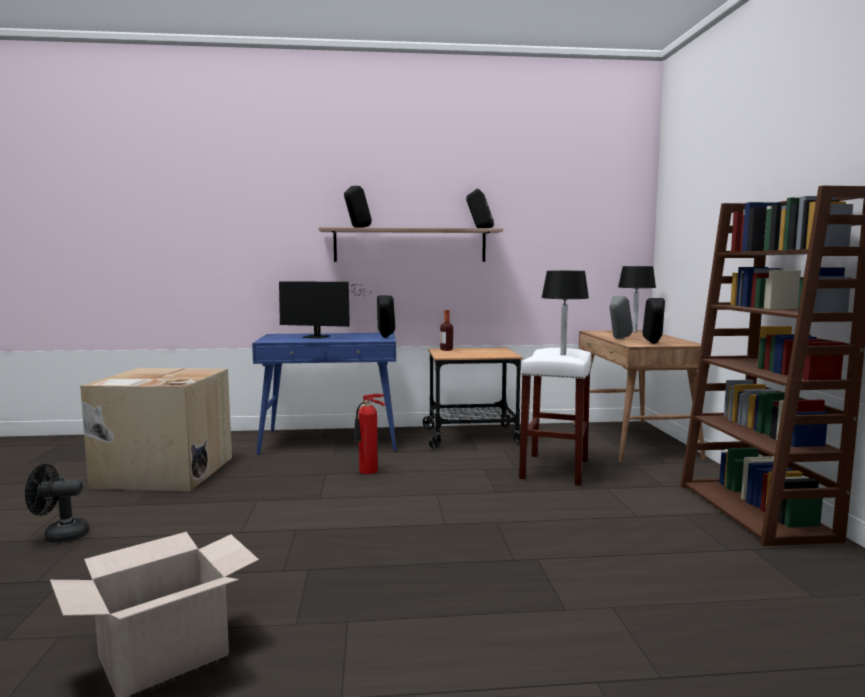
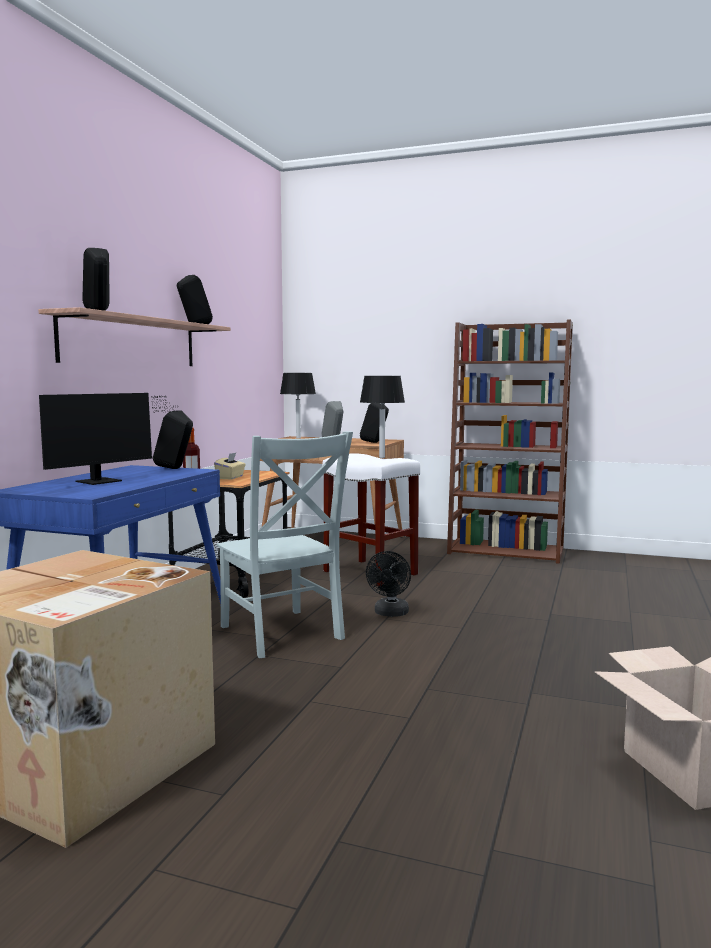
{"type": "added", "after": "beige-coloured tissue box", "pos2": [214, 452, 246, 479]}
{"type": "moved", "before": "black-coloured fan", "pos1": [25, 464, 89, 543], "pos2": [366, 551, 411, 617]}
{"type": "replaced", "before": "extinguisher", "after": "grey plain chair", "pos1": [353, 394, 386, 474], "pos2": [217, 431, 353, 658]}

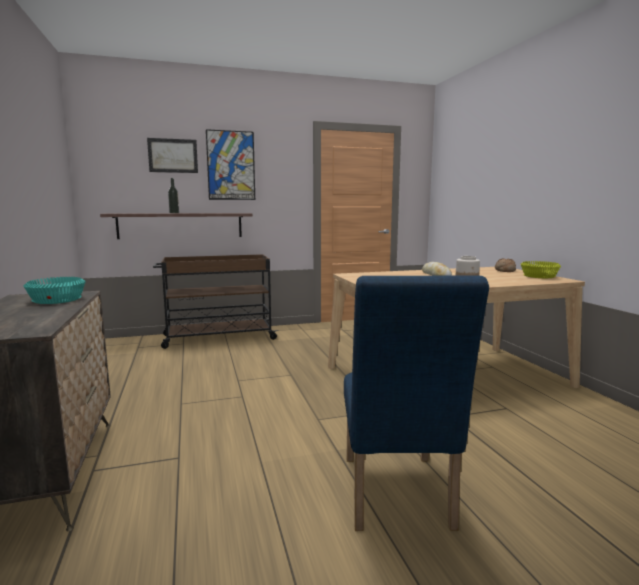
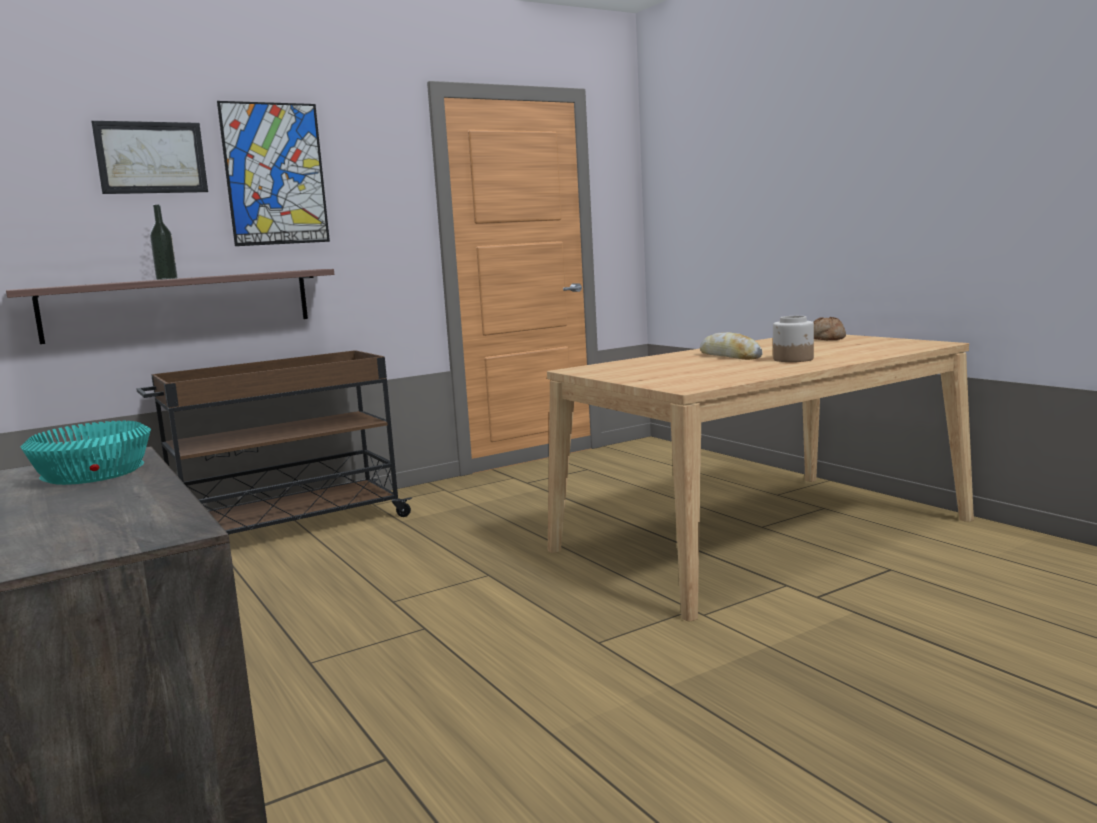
{"type": "removed", "before": "blue plain chair", "pos1": [344, 276, 489, 531]}
{"type": "removed", "before": "yellowish bowl", "pos1": [521, 261, 561, 278]}

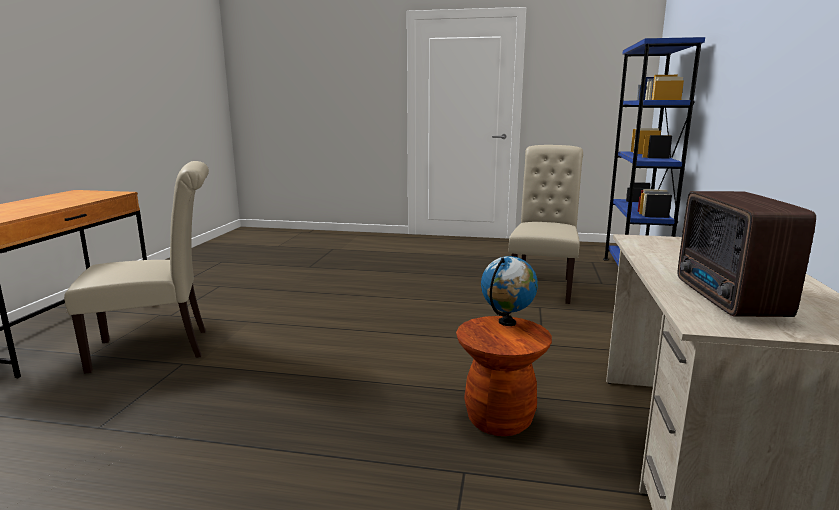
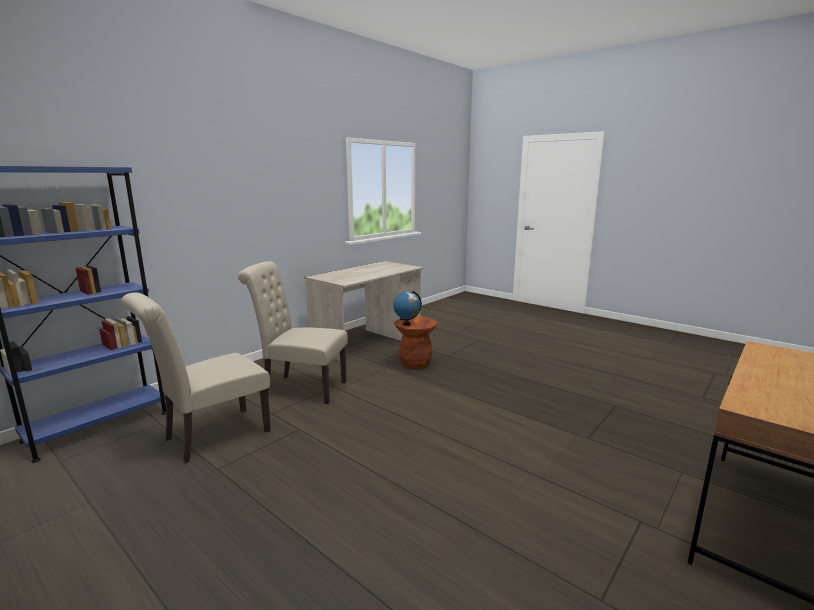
{"type": "removed", "before": "radio set", "pos1": [677, 191, 816, 317]}
{"type": "moved", "before": "beige-coloured plain chair", "pos1": [64, 161, 209, 374], "pos2": [238, 262, 348, 404]}

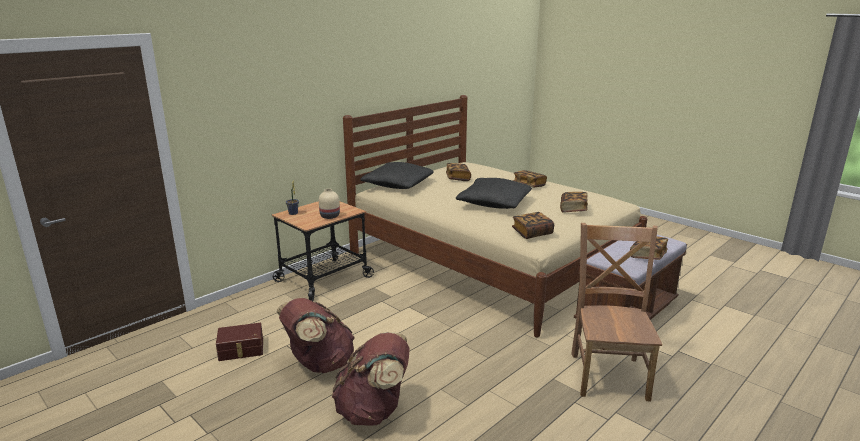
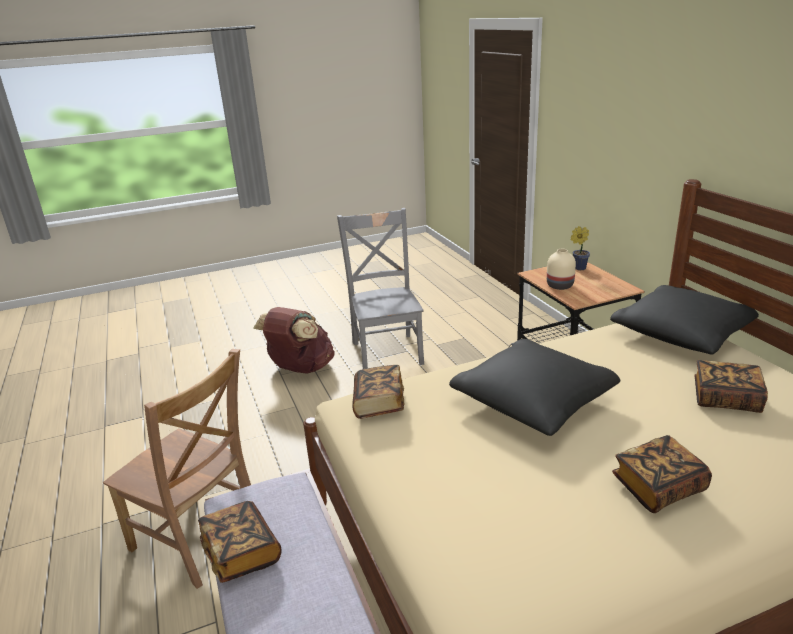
{"type": "removed", "before": "brown storage bin", "pos1": [216, 323, 263, 361]}
{"type": "removed", "before": "volume", "pos1": [560, 192, 588, 212]}
{"type": "replaced", "before": "brown knapsack", "after": "grey plain chair", "pos1": [277, 298, 355, 373], "pos2": [337, 208, 424, 369]}

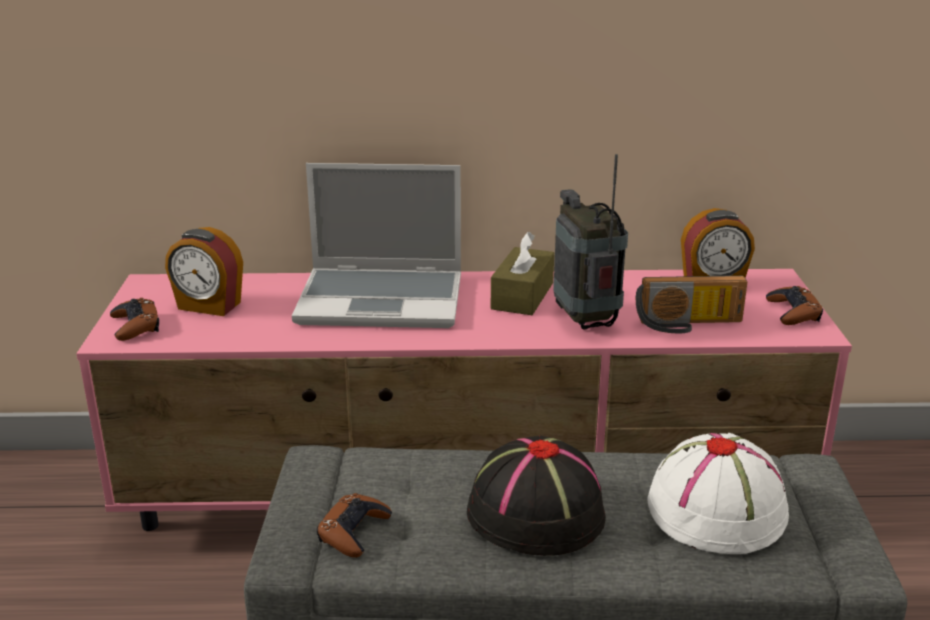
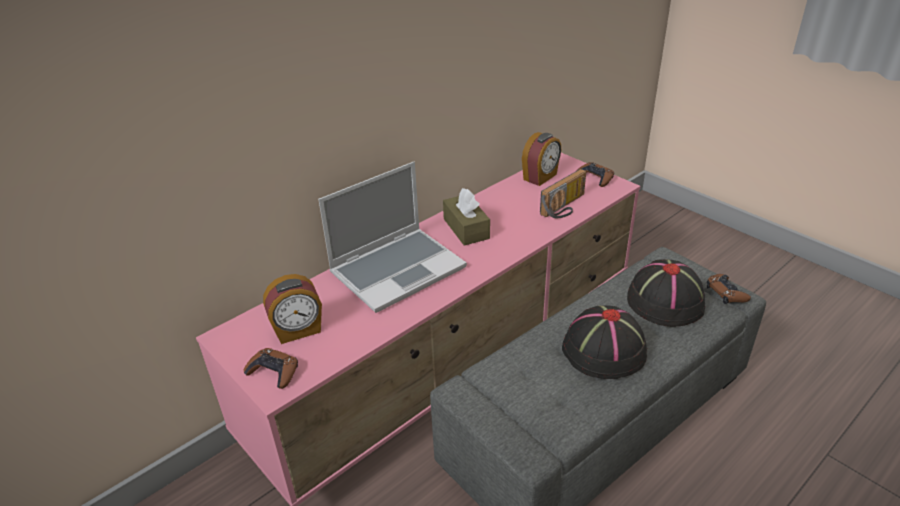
{"type": "removed", "before": "radio set", "pos1": [553, 154, 628, 329]}
{"type": "moved", "before": "brown joypad", "pos1": [317, 493, 392, 558], "pos2": [707, 274, 751, 304]}
{"type": "recoloured", "before": "white-coloured clothing hat", "after": "black-coloured clothing hat", "pos1": [647, 433, 789, 554], "pos2": [627, 259, 705, 327]}

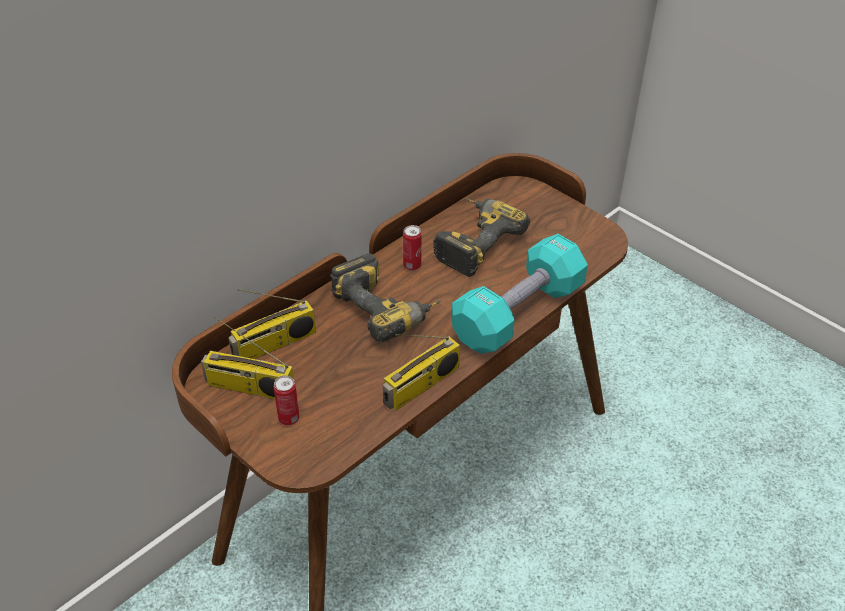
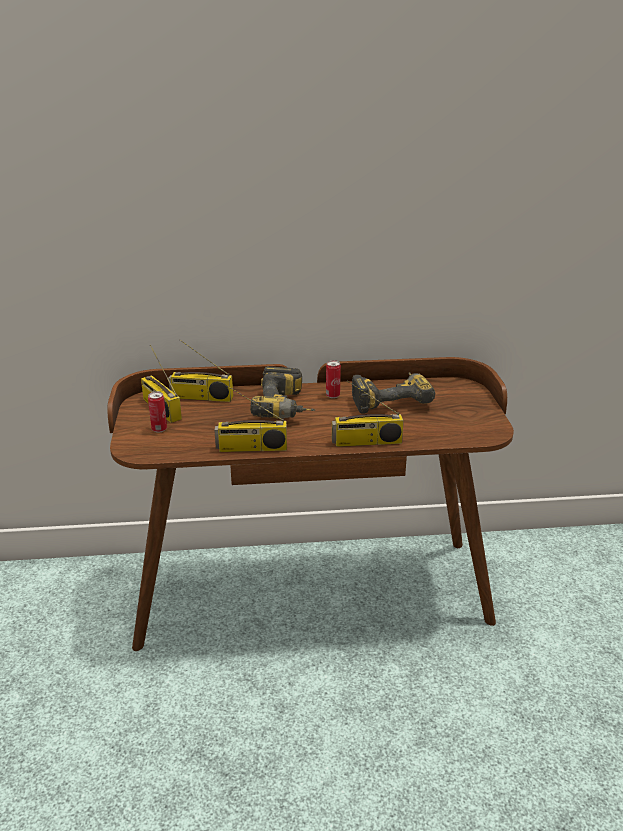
{"type": "replaced", "before": "blue-green hand weight", "after": "radio set", "pos1": [451, 234, 588, 354], "pos2": [332, 381, 404, 447]}

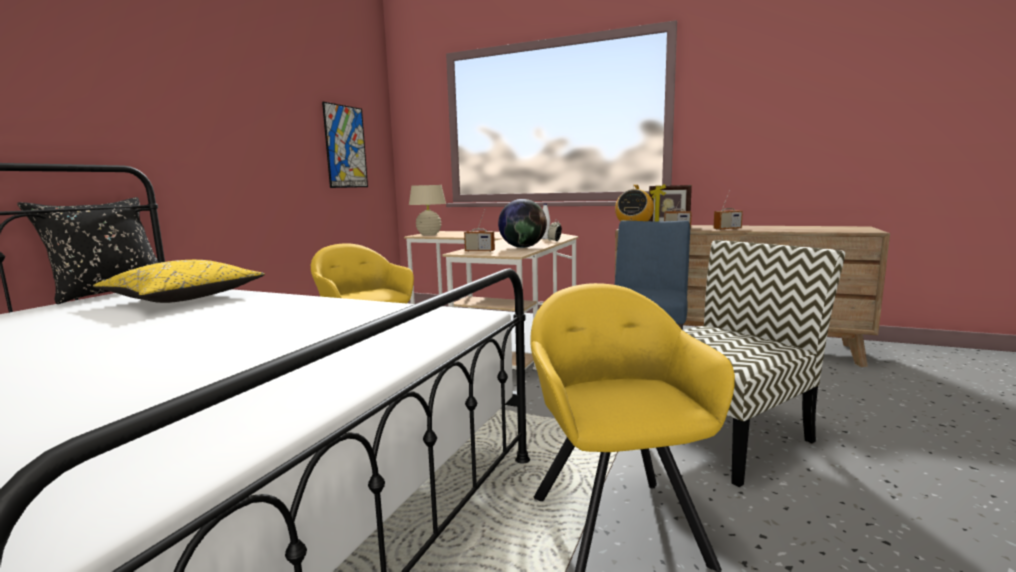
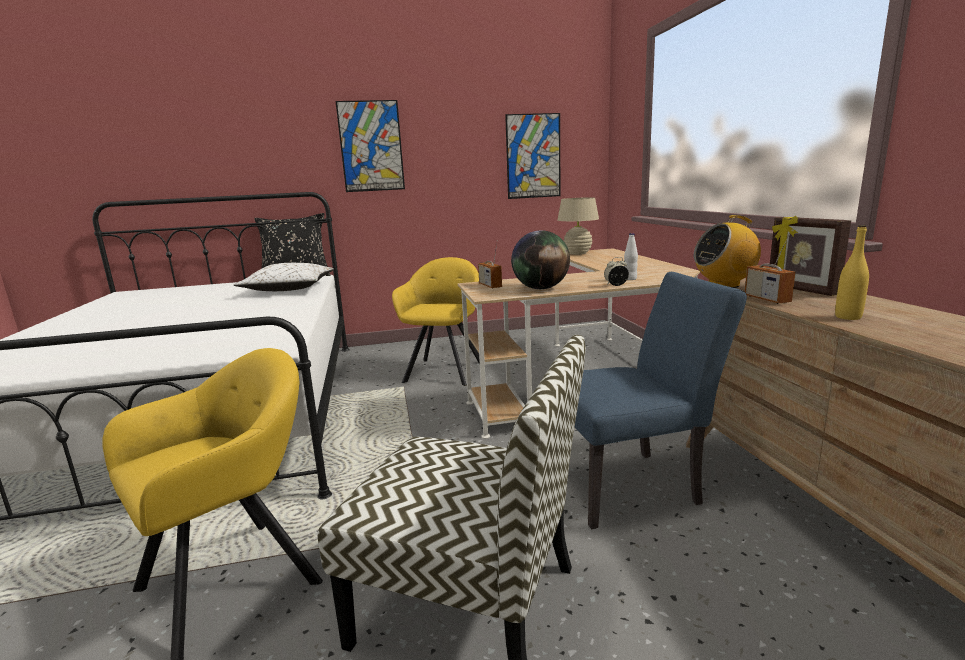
{"type": "added", "after": "wall picture", "pos2": [335, 100, 405, 192]}
{"type": "replaced", "before": "radio set", "after": "yellowish bottle", "pos1": [713, 190, 743, 230], "pos2": [835, 225, 869, 320]}
{"type": "recoloured", "before": "yellowish pillow", "after": "white-coloured pillow", "pos1": [93, 260, 265, 303], "pos2": [234, 263, 334, 291]}

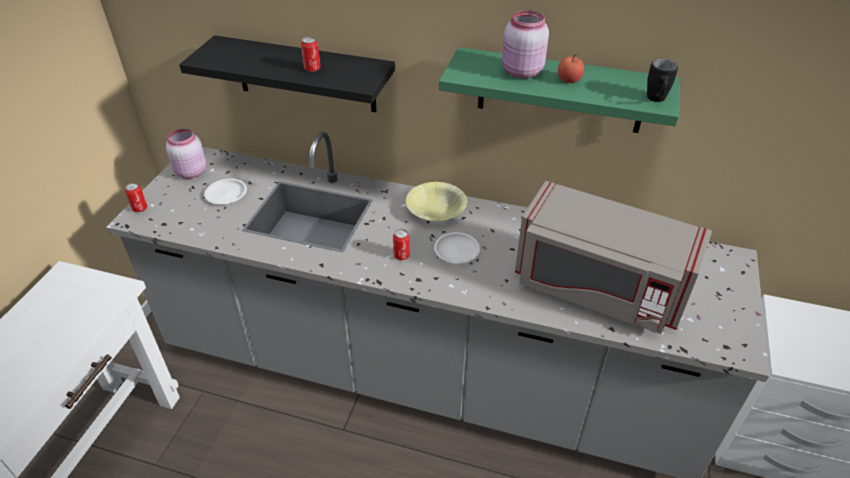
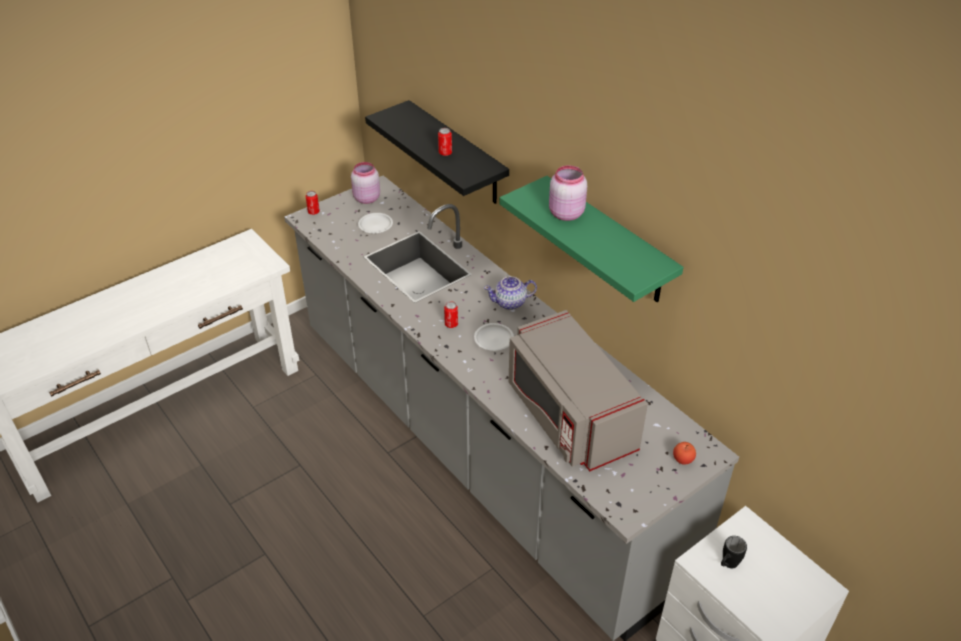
{"type": "moved", "before": "apple", "pos1": [558, 54, 584, 83], "pos2": [673, 442, 696, 465]}
{"type": "moved", "before": "black-coloured mug", "pos1": [647, 59, 678, 102], "pos2": [721, 536, 747, 569]}
{"type": "replaced", "before": "yellowish bowl", "after": "tea pot", "pos1": [406, 182, 467, 221], "pos2": [484, 276, 537, 310]}

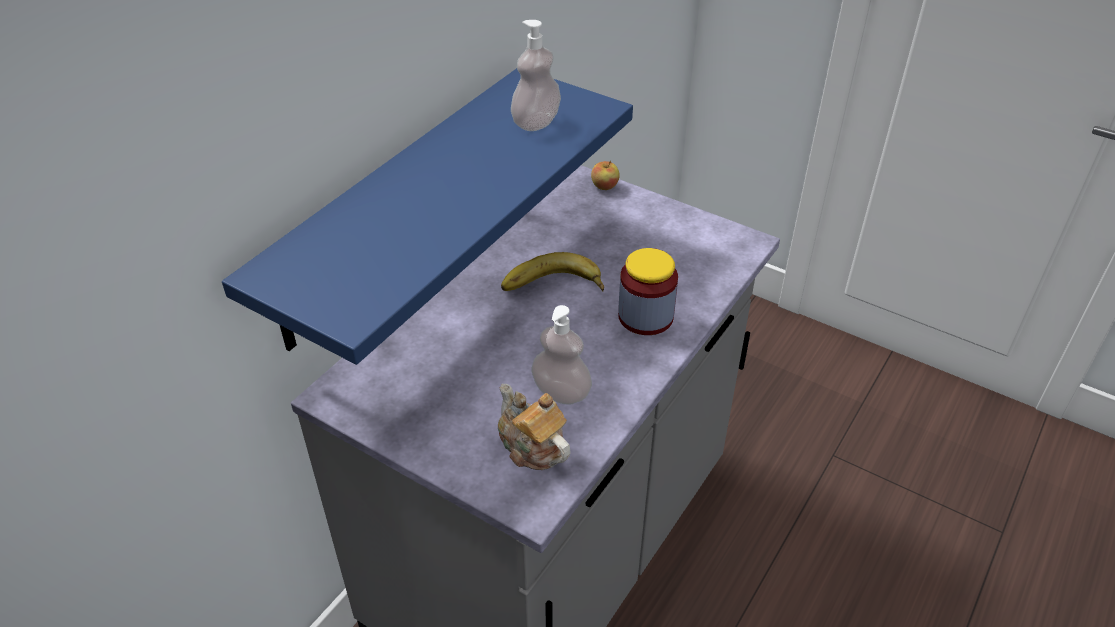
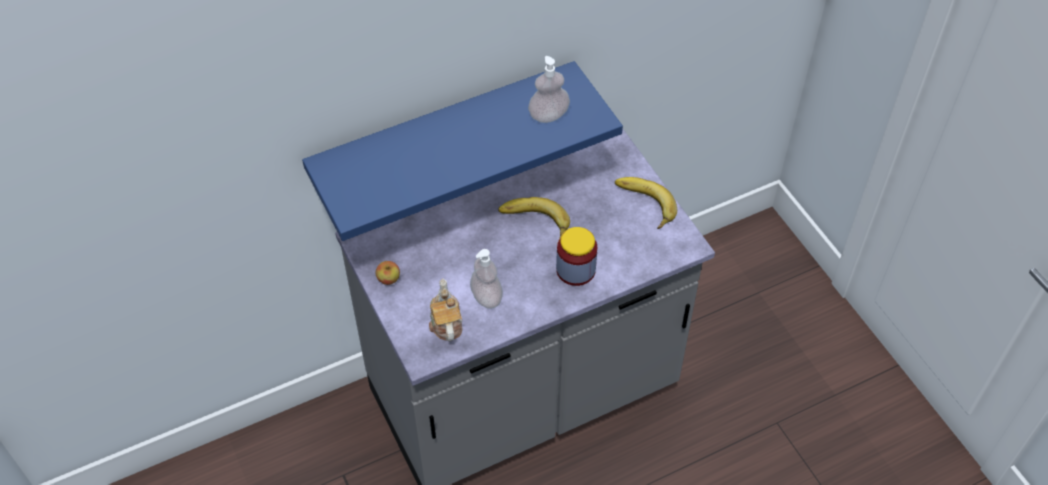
{"type": "added", "after": "banana fruit", "pos2": [615, 177, 677, 229]}
{"type": "moved", "before": "apple", "pos1": [591, 161, 620, 190], "pos2": [375, 261, 400, 285]}

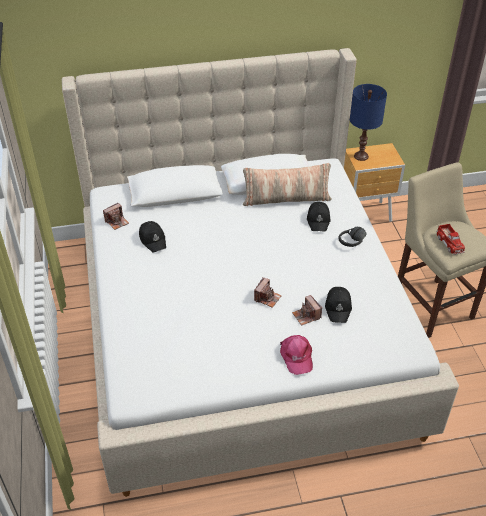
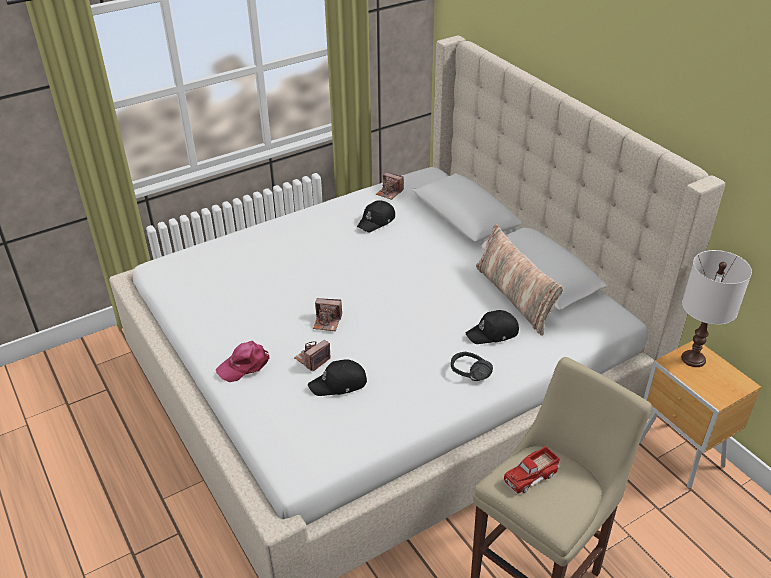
{"type": "recoloured", "before": "blue tabletop lamp", "after": "white-coloured tabletop lamp", "pos1": [350, 84, 387, 161], "pos2": [681, 250, 752, 367]}

